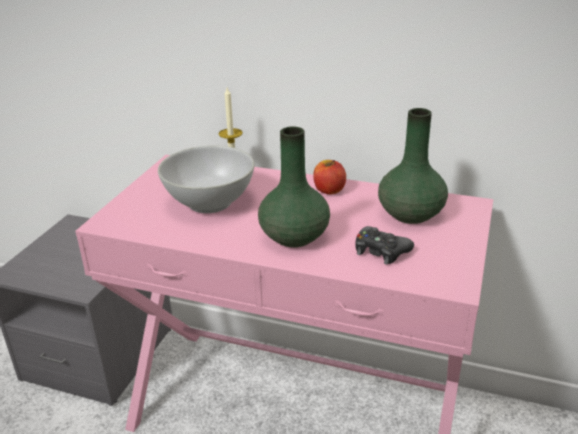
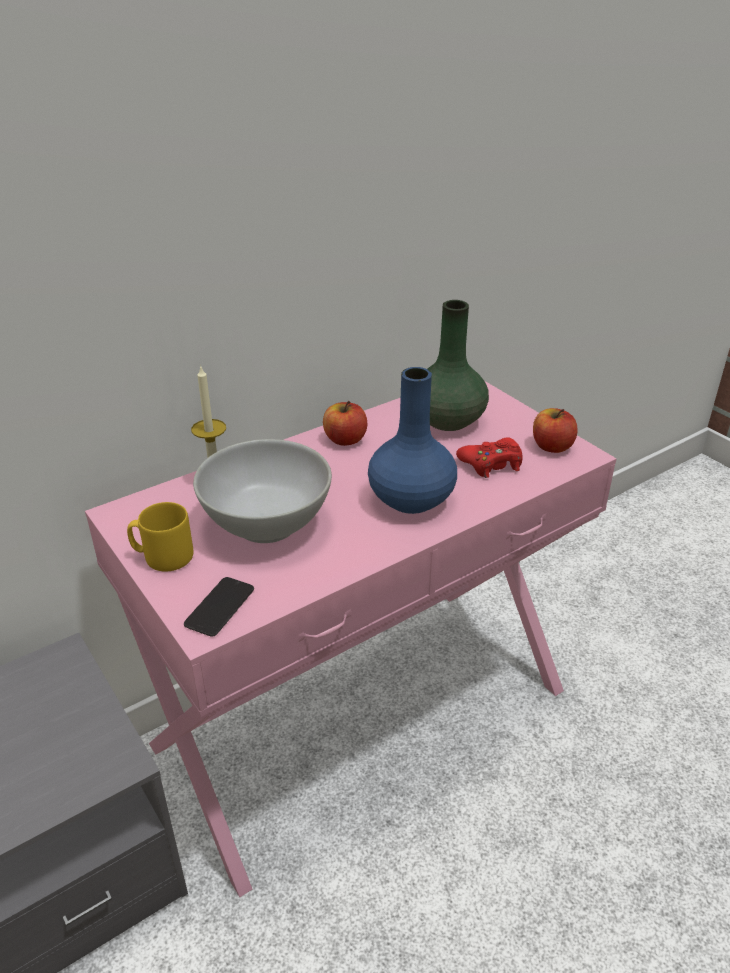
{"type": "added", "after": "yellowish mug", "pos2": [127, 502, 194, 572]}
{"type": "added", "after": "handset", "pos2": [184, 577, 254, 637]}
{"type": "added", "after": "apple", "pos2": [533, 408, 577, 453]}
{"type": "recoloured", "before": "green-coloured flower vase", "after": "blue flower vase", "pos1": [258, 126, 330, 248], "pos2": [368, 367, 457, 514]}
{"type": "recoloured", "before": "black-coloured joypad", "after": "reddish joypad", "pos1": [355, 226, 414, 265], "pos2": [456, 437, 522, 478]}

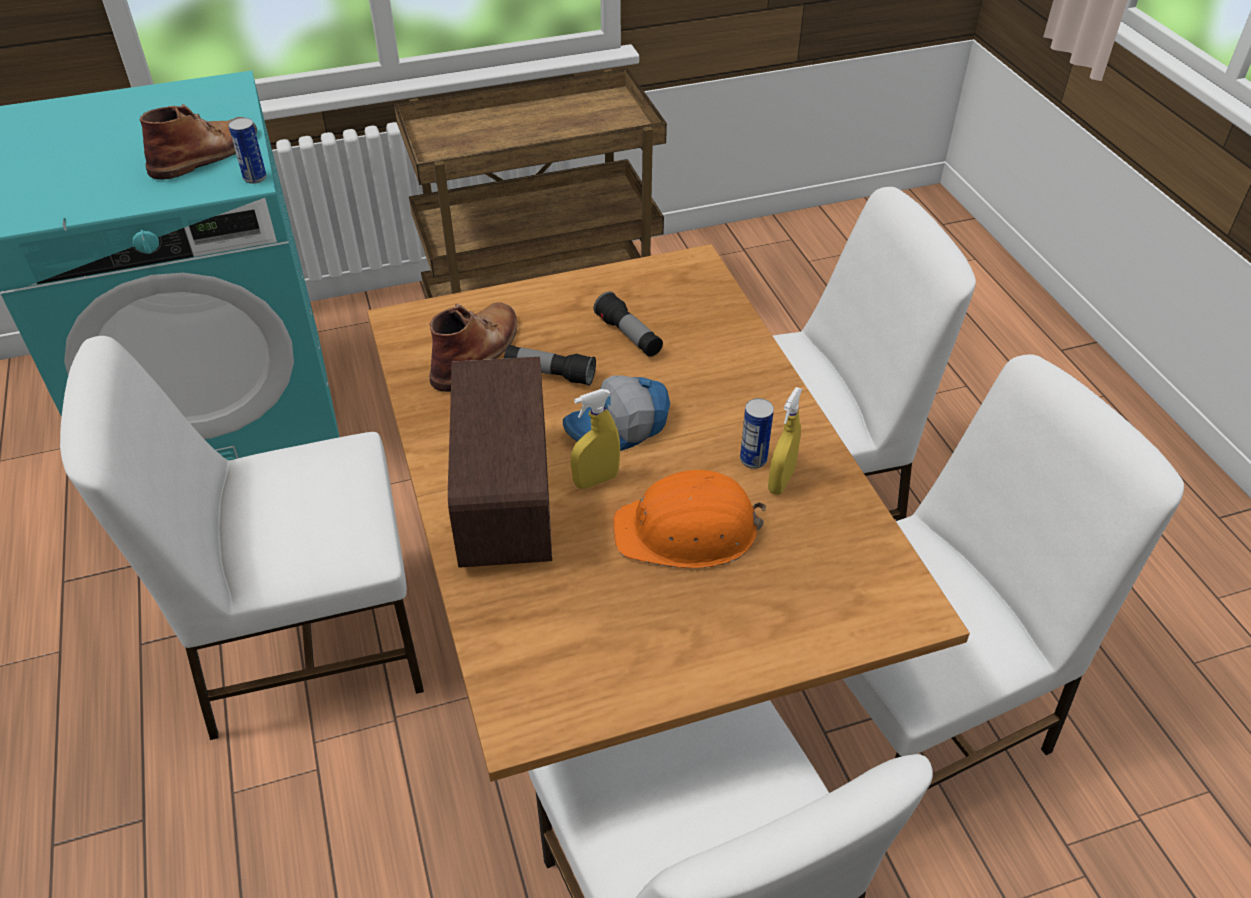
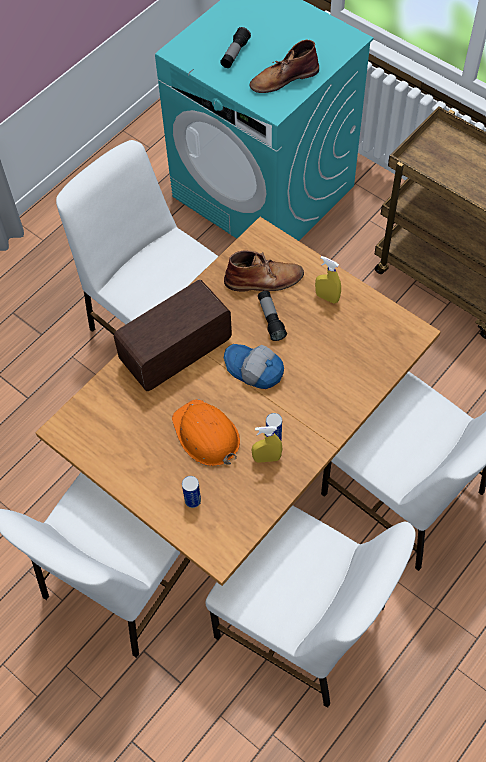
{"type": "moved", "before": "metal can", "pos1": [228, 118, 267, 184], "pos2": [182, 476, 201, 508]}
{"type": "moved", "before": "yellowish spray bottle", "pos1": [571, 389, 620, 489], "pos2": [315, 256, 341, 304]}
{"type": "moved", "before": "flashlight", "pos1": [594, 292, 663, 357], "pos2": [220, 27, 251, 68]}
{"type": "turned", "before": "brown tall boot", "pos1": [140, 104, 257, 180], "pos2": [249, 40, 319, 93], "turn": 150}

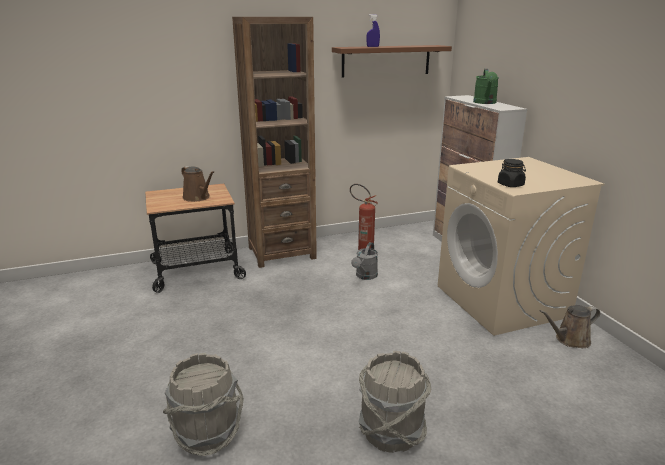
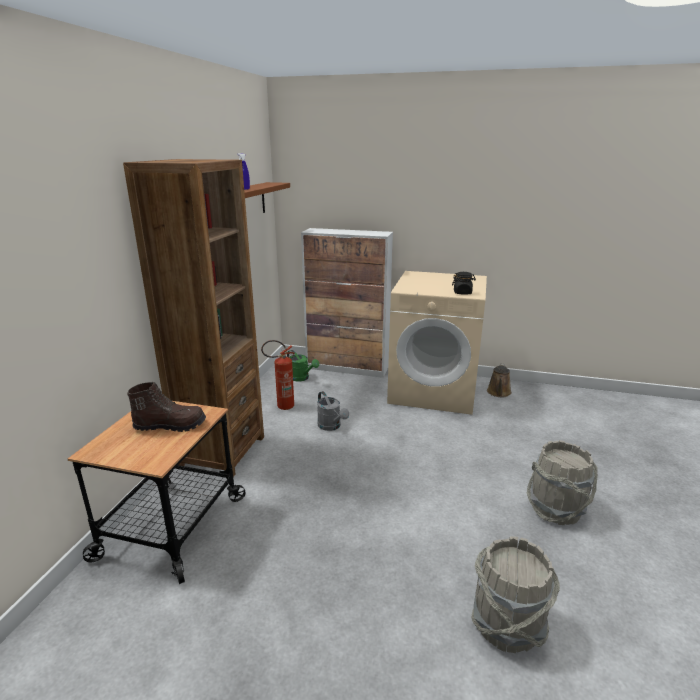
{"type": "moved", "before": "green-coloured watering can", "pos1": [473, 69, 499, 104], "pos2": [287, 350, 319, 381]}
{"type": "replaced", "before": "brown watering can", "after": "brown tall boot", "pos1": [181, 166, 214, 202], "pos2": [127, 381, 206, 432]}

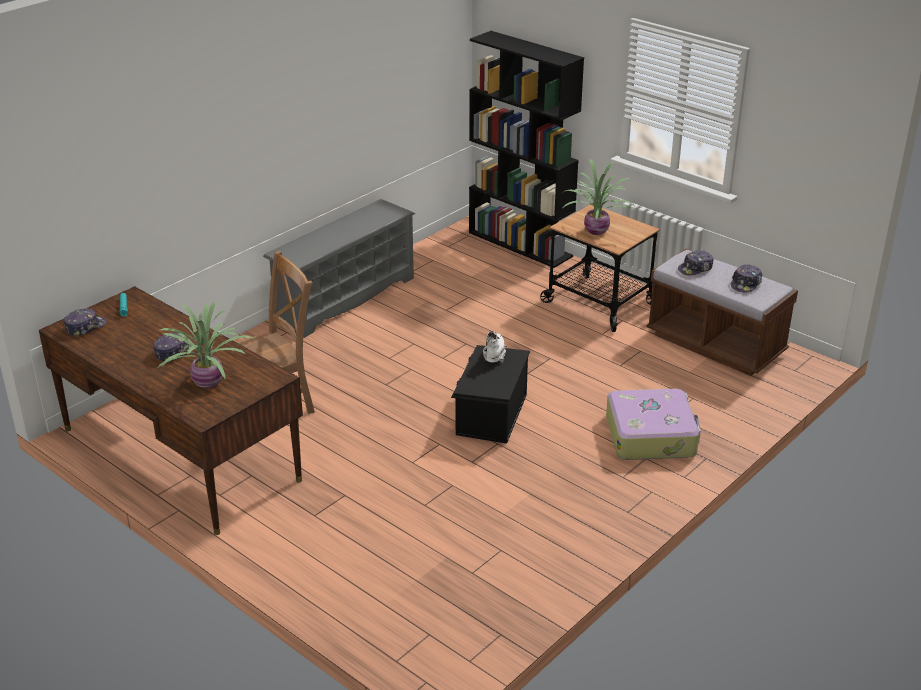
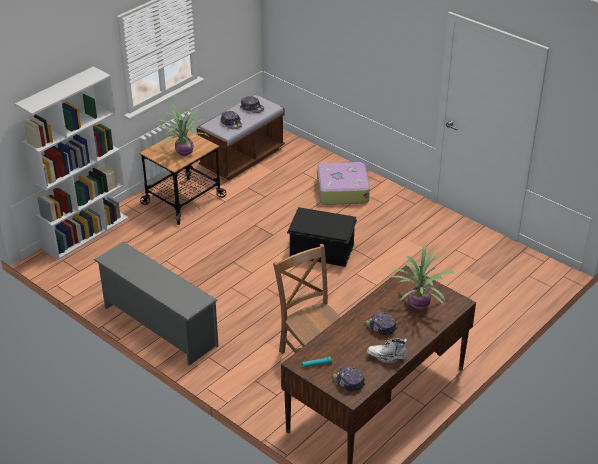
{"type": "moved", "before": "white-coloured tall boot", "pos1": [483, 331, 507, 362], "pos2": [367, 339, 407, 363]}
{"type": "recoloured", "before": "black-coloured bookshelf", "after": "white-coloured bookshelf", "pos1": [469, 31, 584, 268], "pos2": [15, 67, 128, 260]}

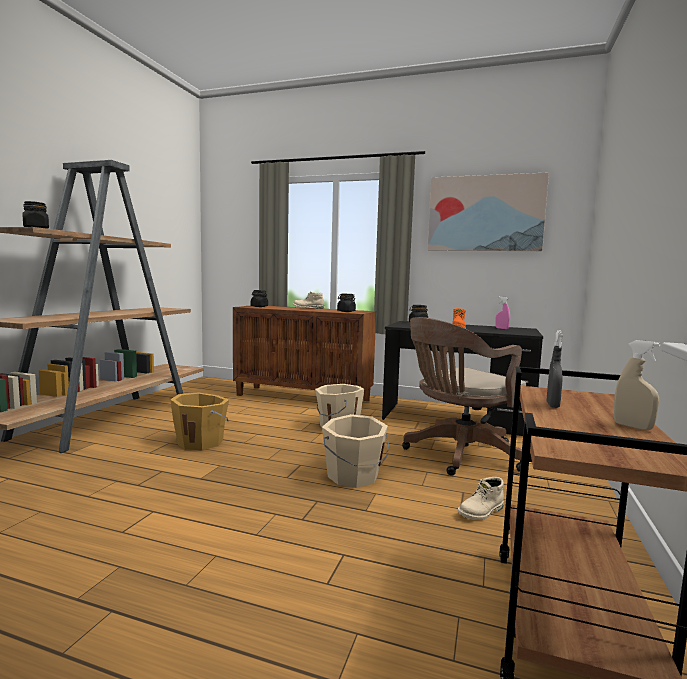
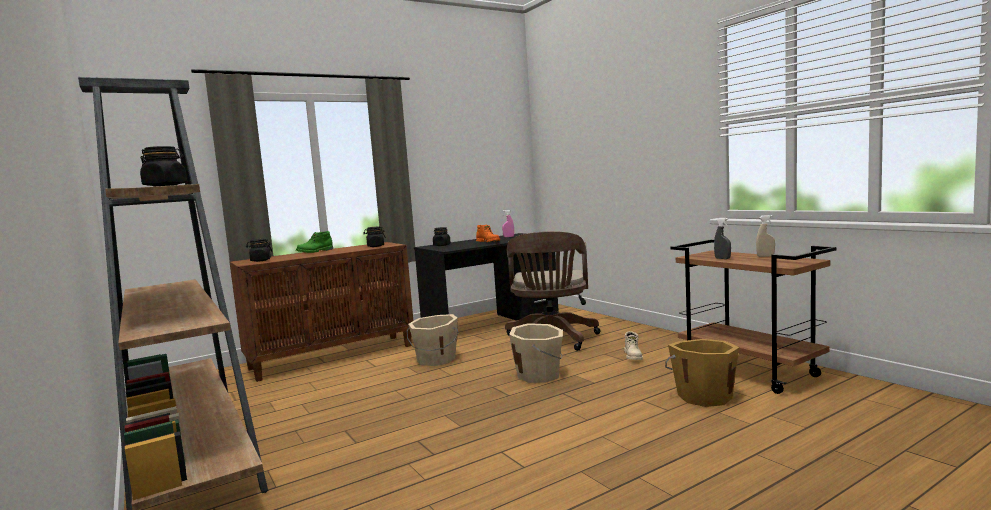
{"type": "removed", "before": "wall picture", "pos1": [427, 172, 549, 251]}
{"type": "moved", "before": "orange-coloured bucket", "pos1": [170, 392, 229, 450], "pos2": [665, 339, 739, 407]}
{"type": "recoloured", "before": "beige-coloured tall boot", "after": "green-coloured tall boot", "pos1": [293, 292, 324, 309], "pos2": [296, 231, 333, 253]}

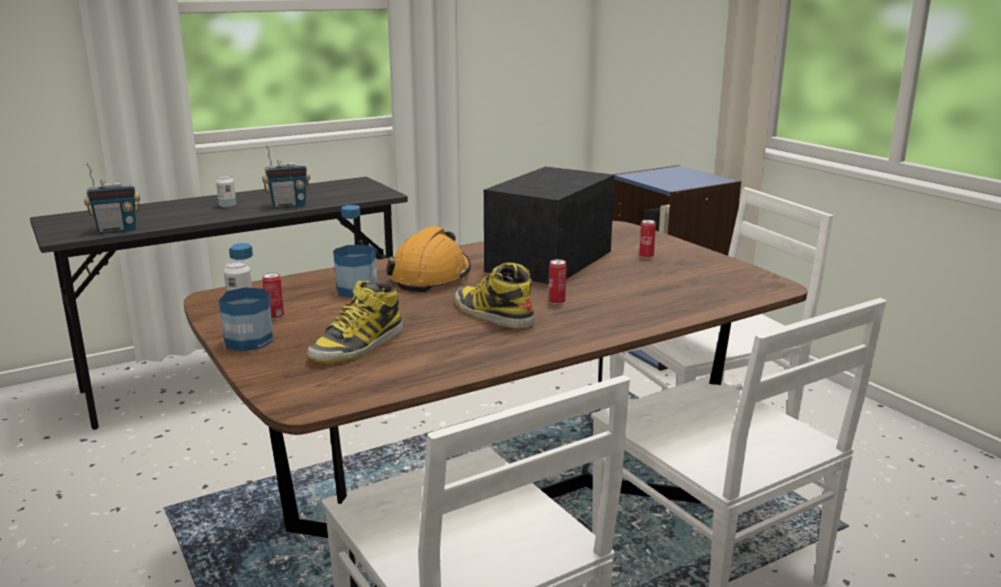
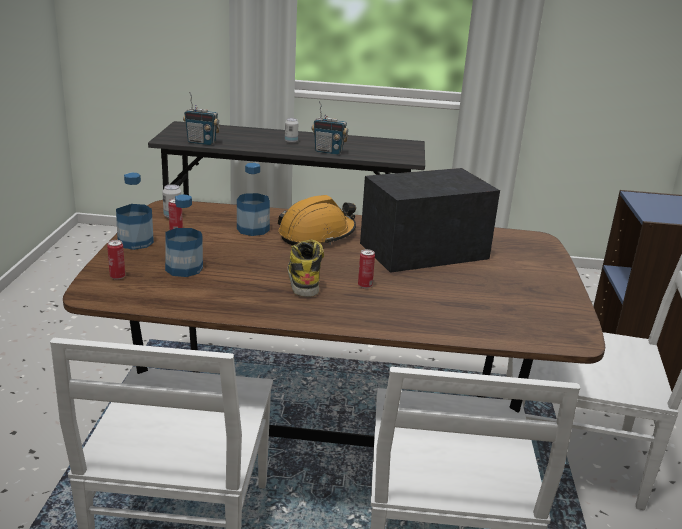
{"type": "moved", "before": "metal can", "pos1": [639, 220, 656, 259], "pos2": [107, 240, 125, 280]}
{"type": "replaced", "before": "tall boot", "after": "bottle", "pos1": [307, 281, 403, 363], "pos2": [165, 195, 203, 277]}

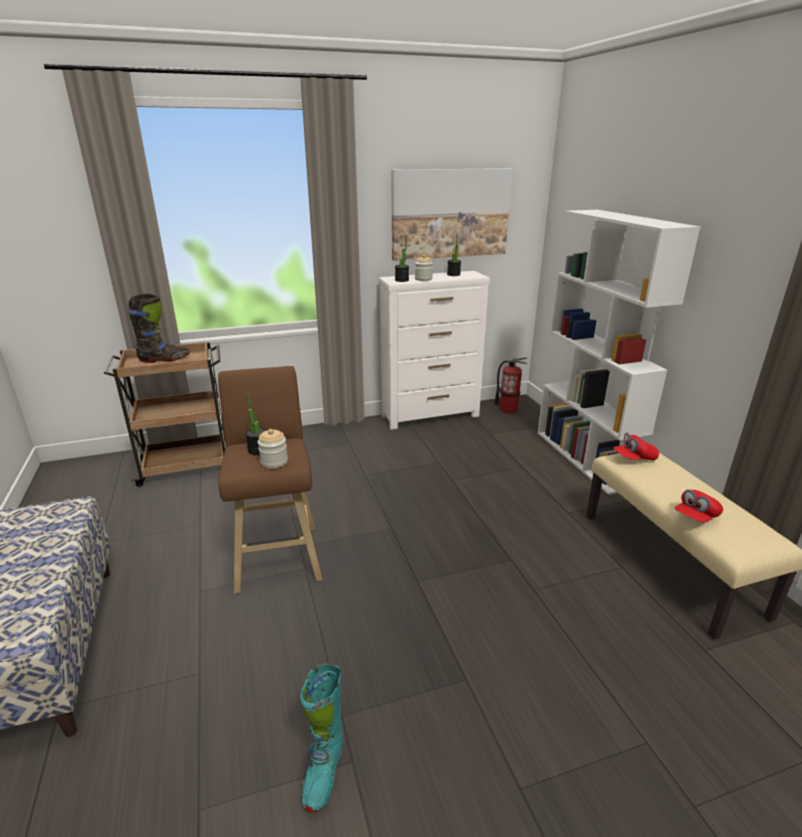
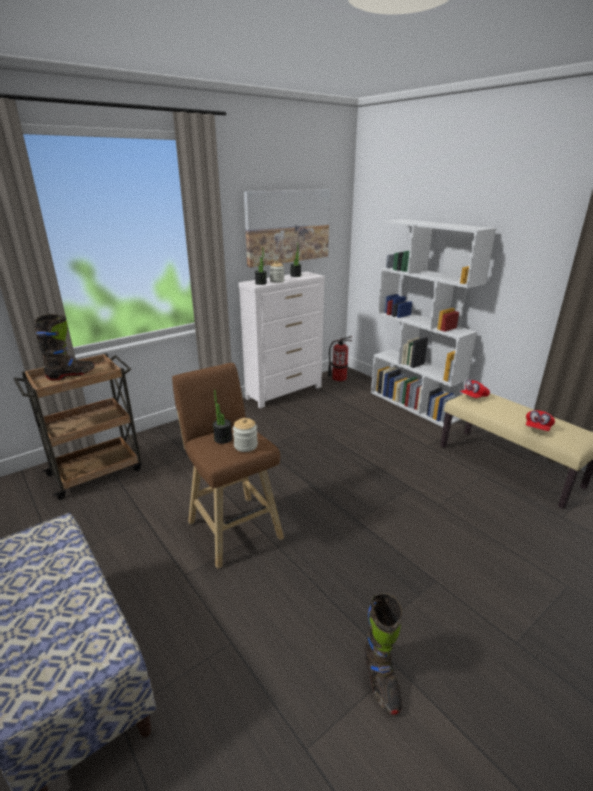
{"type": "recoloured", "before": "blue-green tall boot", "after": "black-coloured tall boot", "pos1": [300, 663, 343, 812], "pos2": [365, 593, 402, 715]}

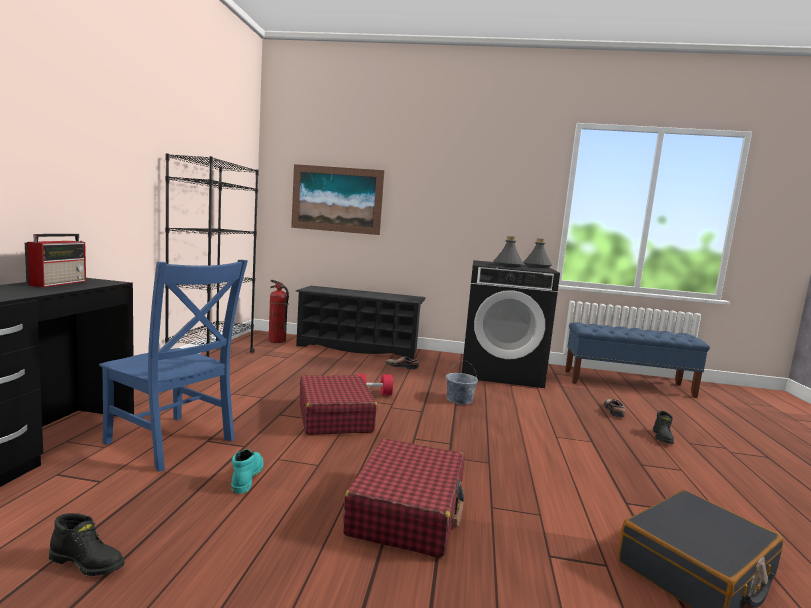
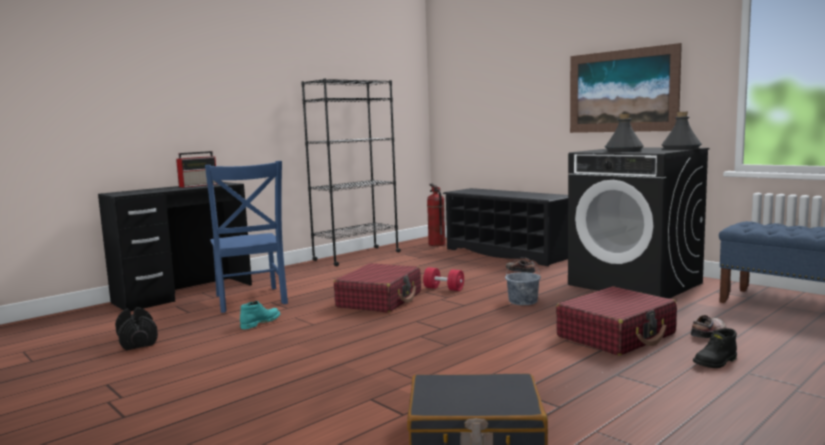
{"type": "moved", "before": "wall picture", "pos1": [291, 164, 384, 235], "pos2": [570, 43, 682, 133]}
{"type": "moved", "before": "reddish piece of luggage", "pos1": [343, 439, 465, 558], "pos2": [556, 287, 677, 356]}
{"type": "replaced", "before": "black-coloured tall boot", "after": "black-coloured hand weight", "pos1": [49, 513, 124, 576], "pos2": [115, 307, 158, 350]}

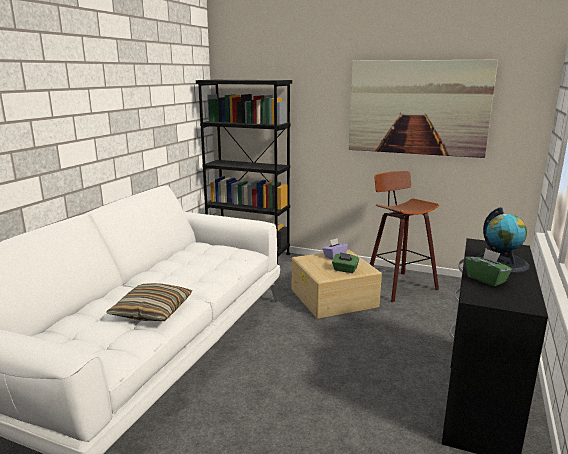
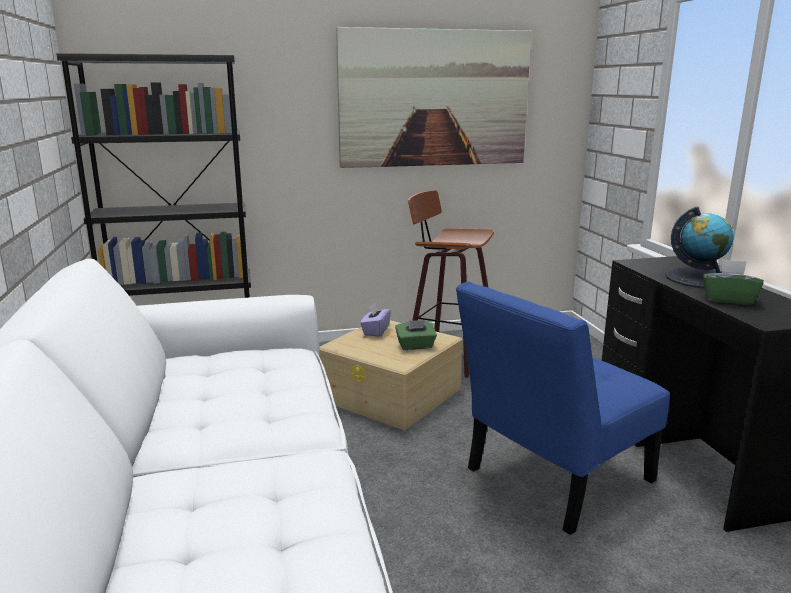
{"type": "removed", "before": "pillow", "pos1": [106, 283, 192, 321]}
{"type": "added", "after": "blue plain chair", "pos2": [456, 282, 670, 535]}

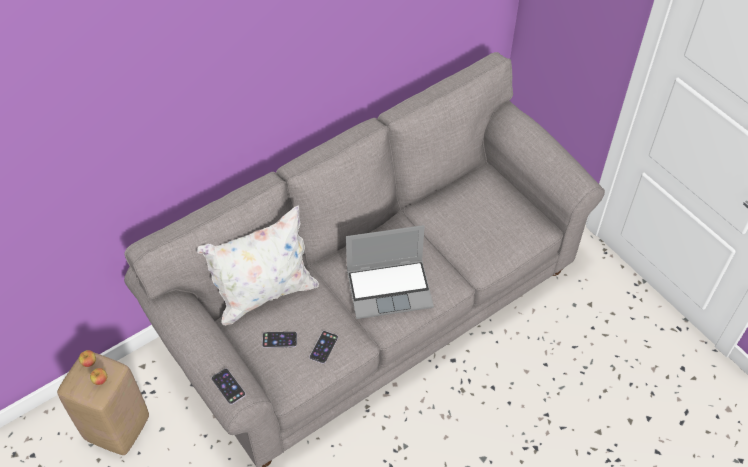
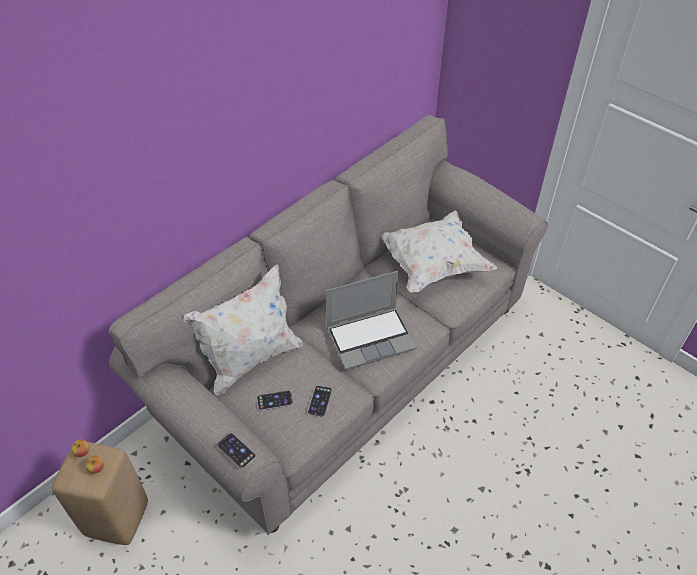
{"type": "added", "after": "white-coloured pillow", "pos2": [382, 211, 497, 293]}

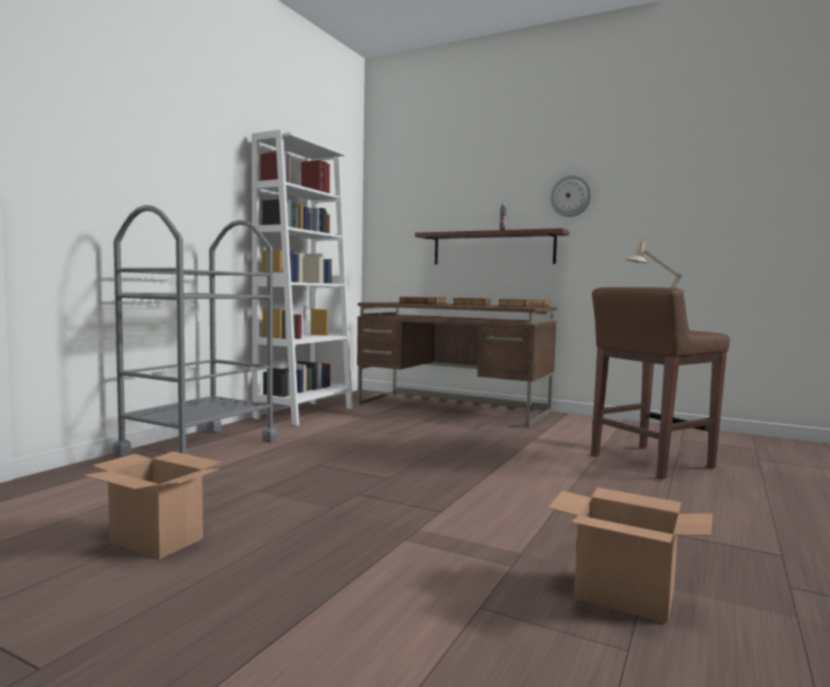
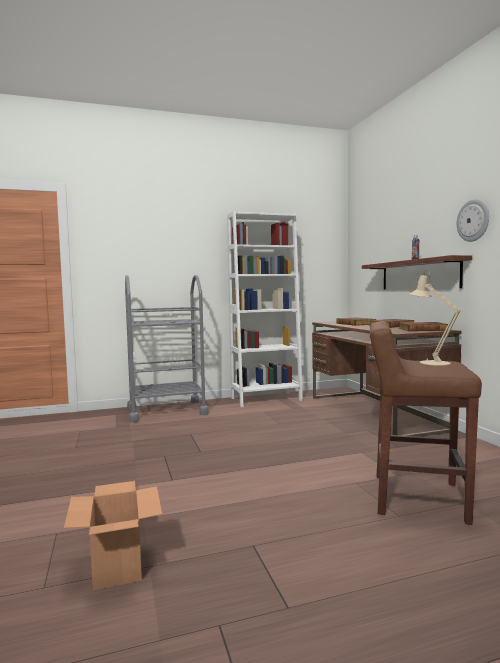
{"type": "removed", "before": "carton", "pos1": [83, 452, 221, 559]}

